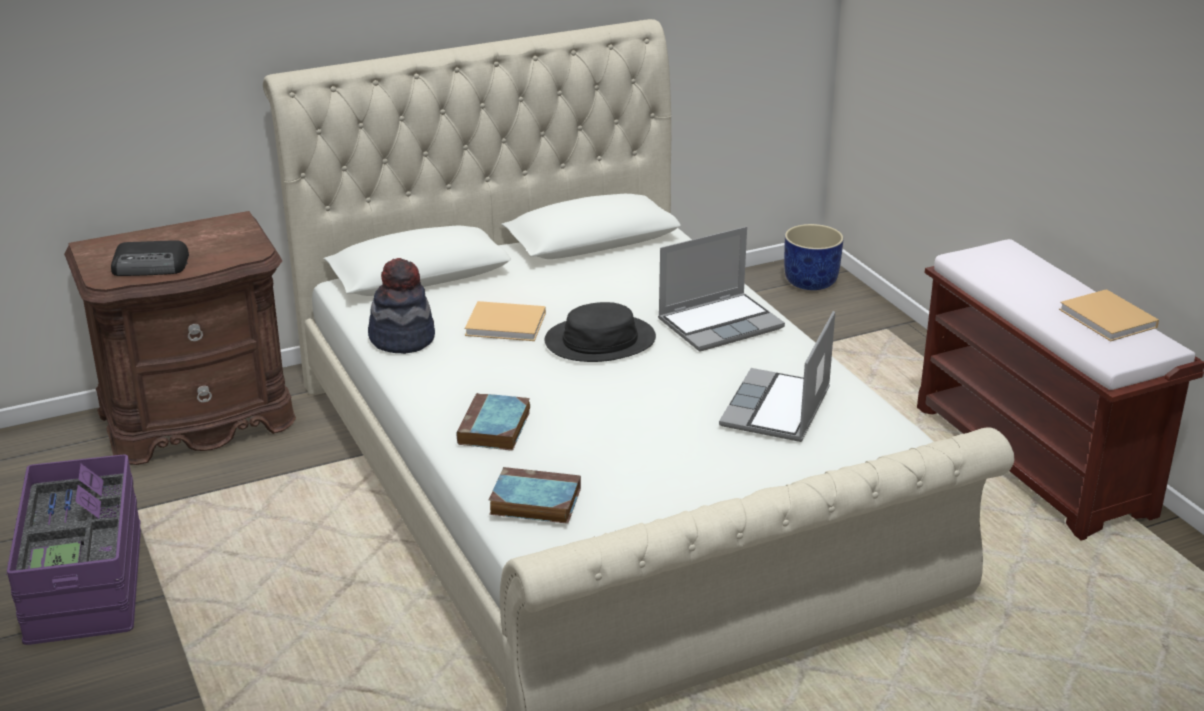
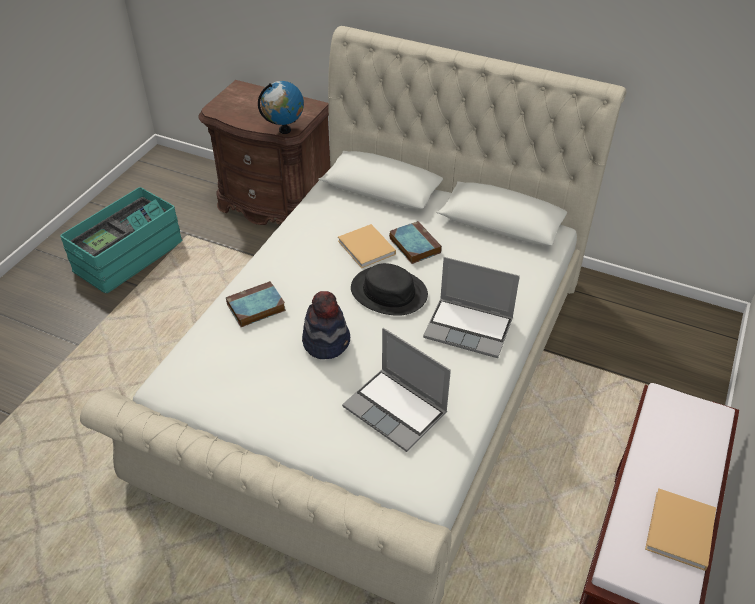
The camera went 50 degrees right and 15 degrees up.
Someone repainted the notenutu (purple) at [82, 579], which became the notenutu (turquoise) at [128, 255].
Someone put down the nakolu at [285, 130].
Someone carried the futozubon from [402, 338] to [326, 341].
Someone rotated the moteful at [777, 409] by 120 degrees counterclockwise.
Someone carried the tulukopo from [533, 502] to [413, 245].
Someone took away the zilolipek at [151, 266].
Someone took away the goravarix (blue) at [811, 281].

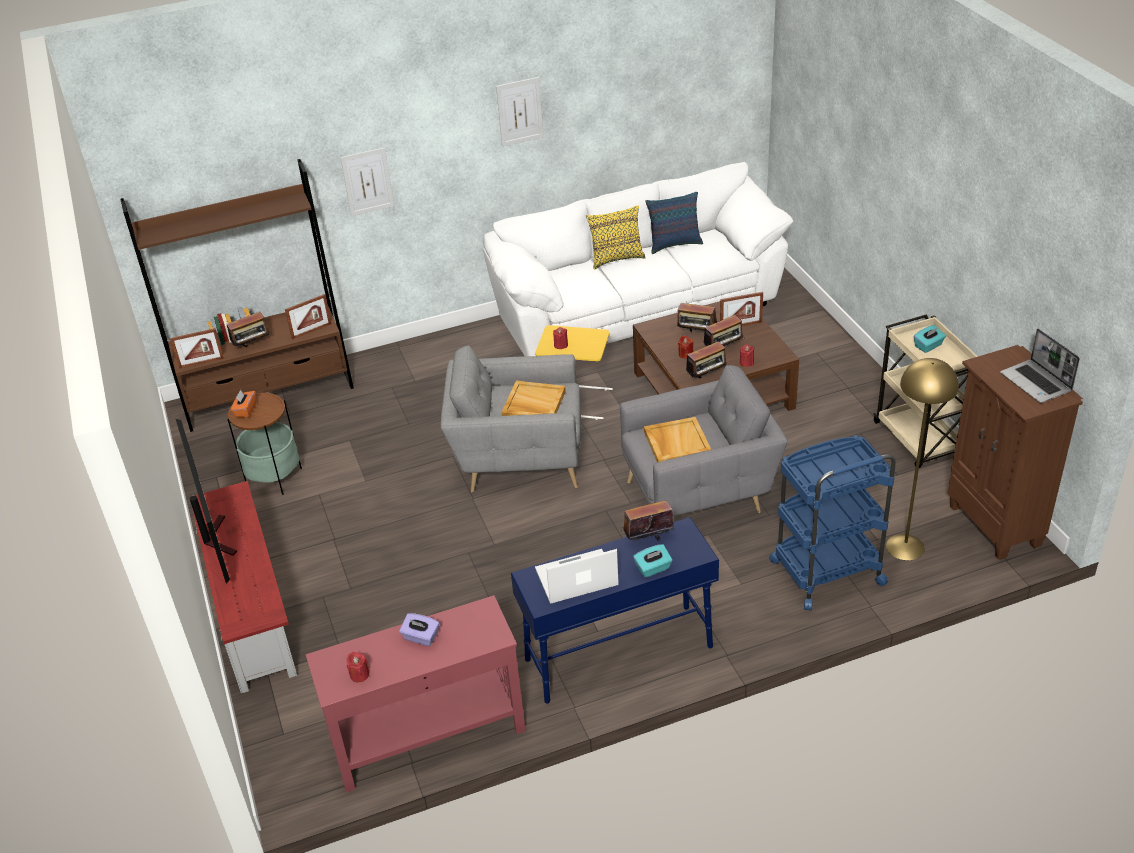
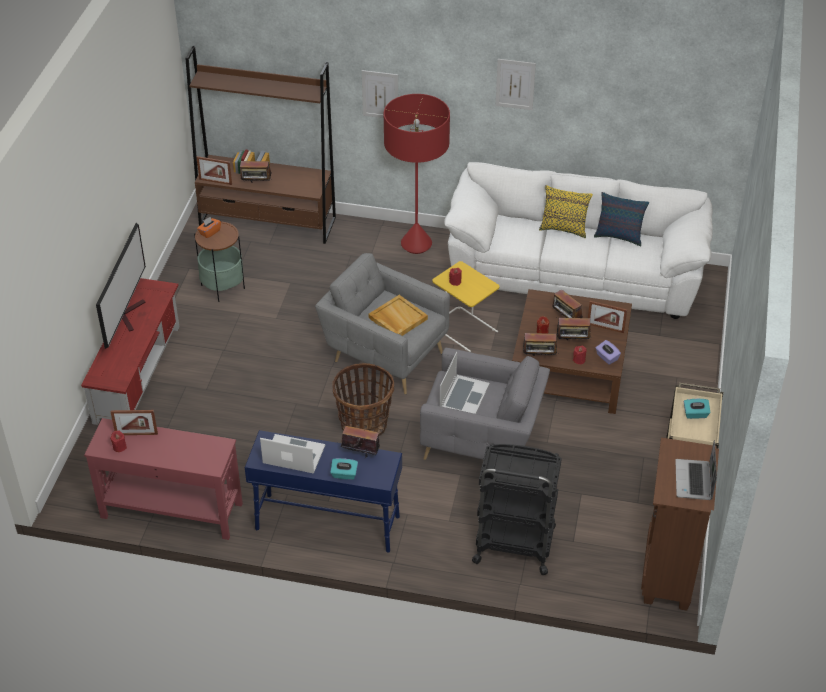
The camera went 30 degrees right and 5 degrees up.
Someone carried the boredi from [311, 331] to [136, 434].
Someone put down the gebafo at [364, 425].
Someone put down the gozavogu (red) at [416, 246].
Someone swapped the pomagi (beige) at [676, 443] for the moteful at [463, 396].
Someone repainted the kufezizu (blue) at [827, 571], which became the kufezizu (black) at [514, 544].
Someone carried the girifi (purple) from [421, 637] to [607, 357].
Someone took away the gozavogu (yellow) at [905, 547].

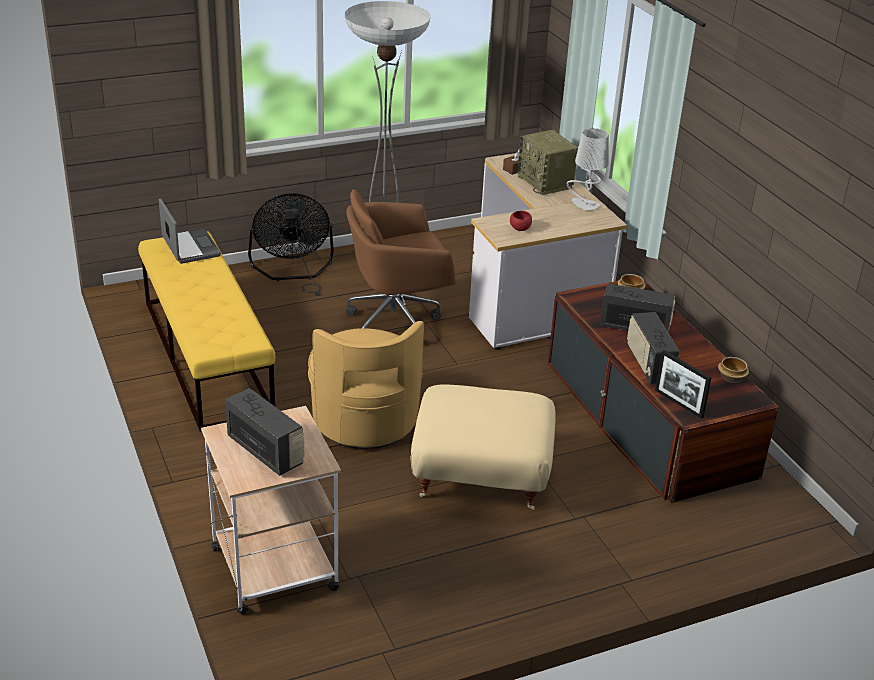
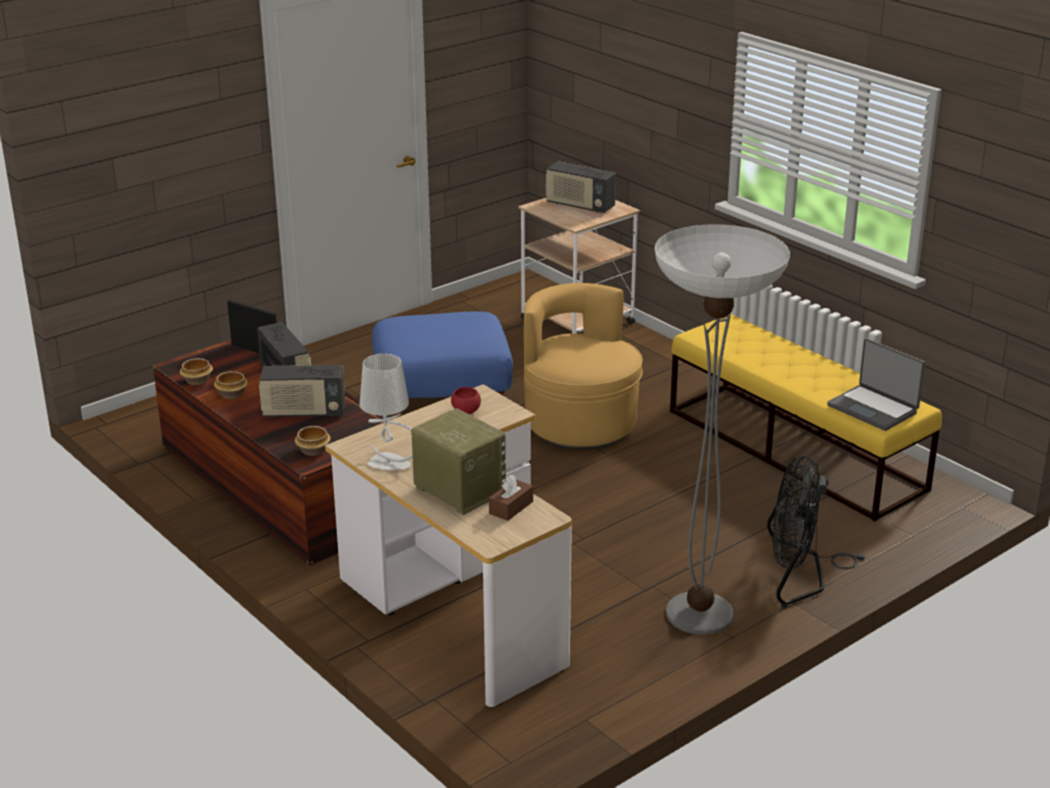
The camera went 165 degrees right and 5 degrees down.
Someone put down the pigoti at [231, 394].
Someone repainted the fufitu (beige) at [480, 478], which became the fufitu (blue) at [443, 399].
Someone rotated the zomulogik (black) at [296, 273] by 120 degrees clockwise.
Someone took away the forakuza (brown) at [397, 323].

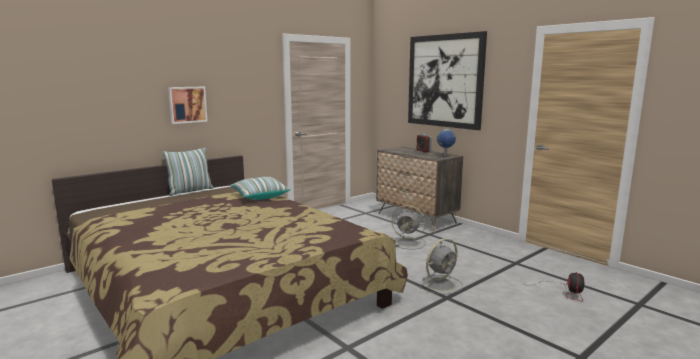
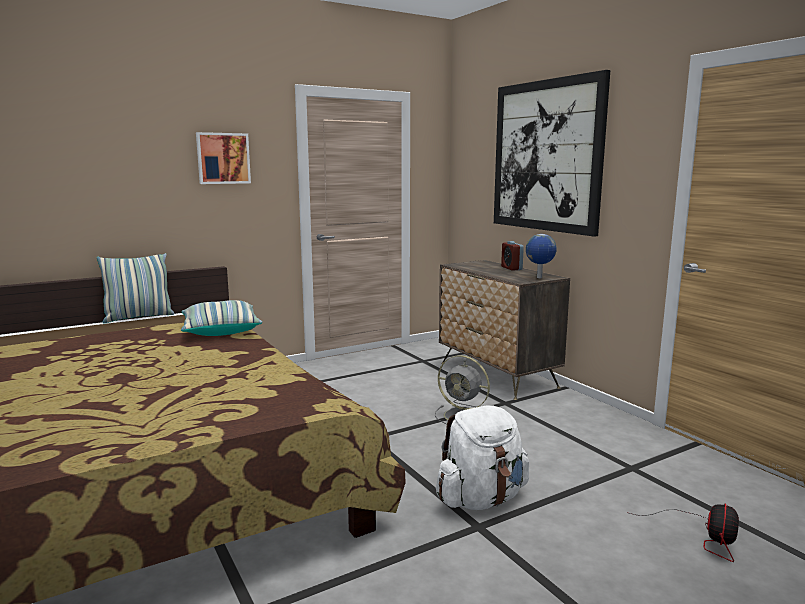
The camera went 10 degrees right and 0 degrees up.
Someone carried the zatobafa from [187, 104] to [223, 158].
Someone swapped the zomulogik (grey) at [441, 284] for the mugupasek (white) at [481, 499].

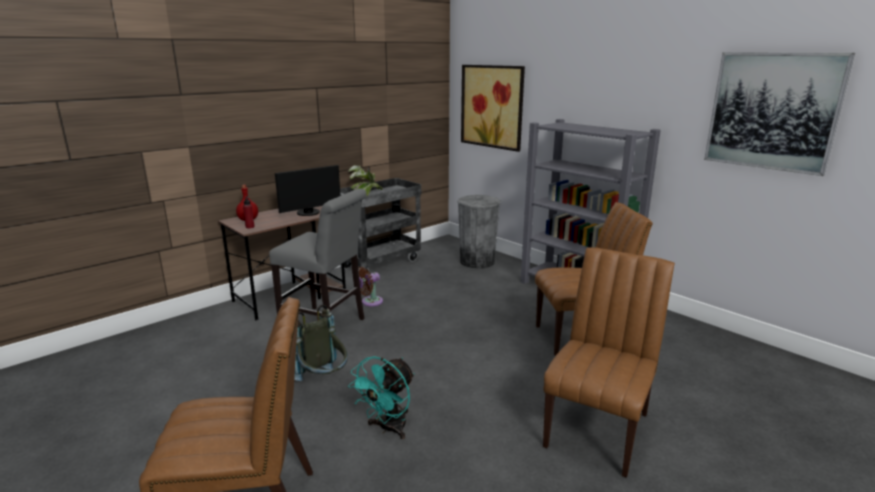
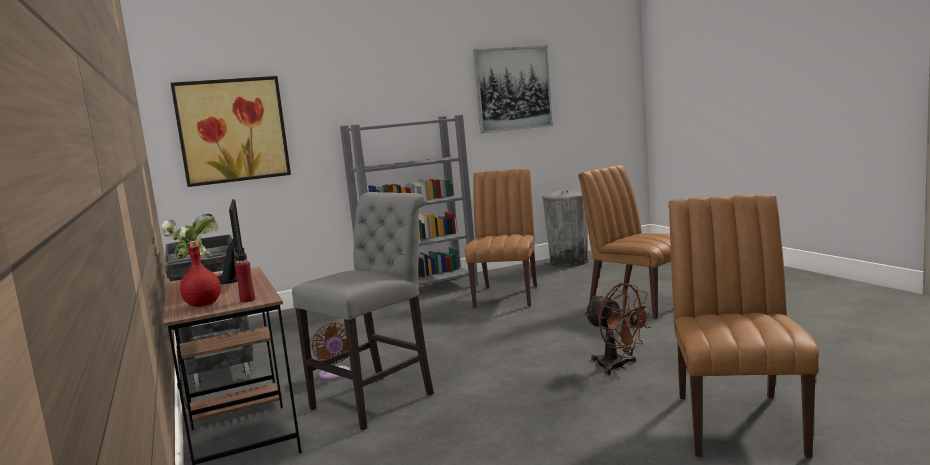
The camera went 70 degrees left and 10 degrees down.
Someone carried the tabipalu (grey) from [477, 261] to [569, 262].
Someone repainted the zomulogik (turquoise) at [388, 428], which became the zomulogik (brown) at [618, 367].
Someone took away the mugupasek (grey) at [323, 381].

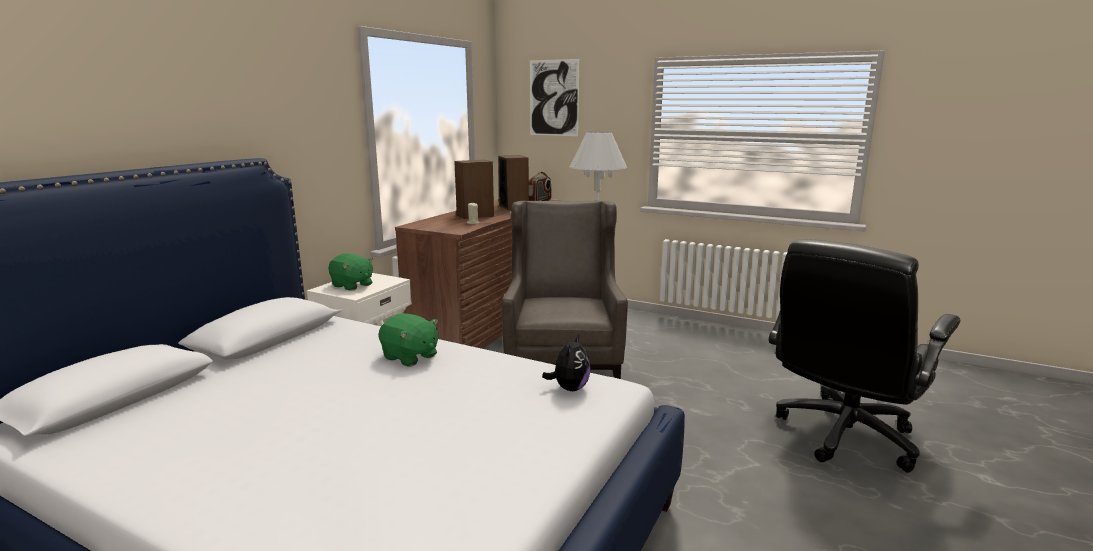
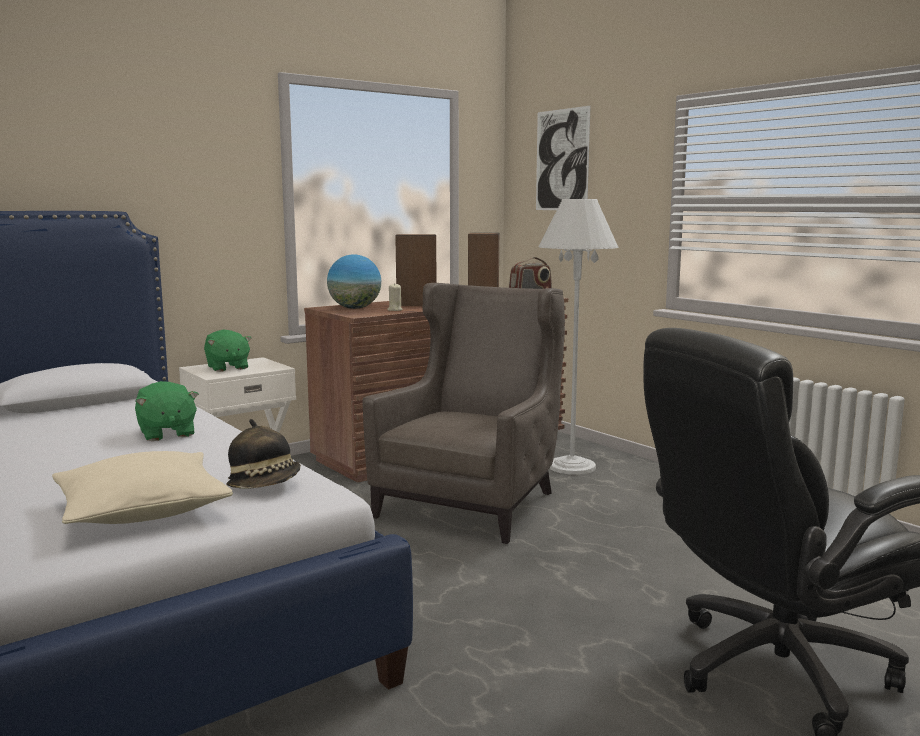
The camera went 25 degrees right and 5 degrees down.
Someone put down the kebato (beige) at [142, 510].
Someone swapped the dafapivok at [569, 388] for the futozubon at [265, 485].
Someone put down the nakolu at [354, 308].

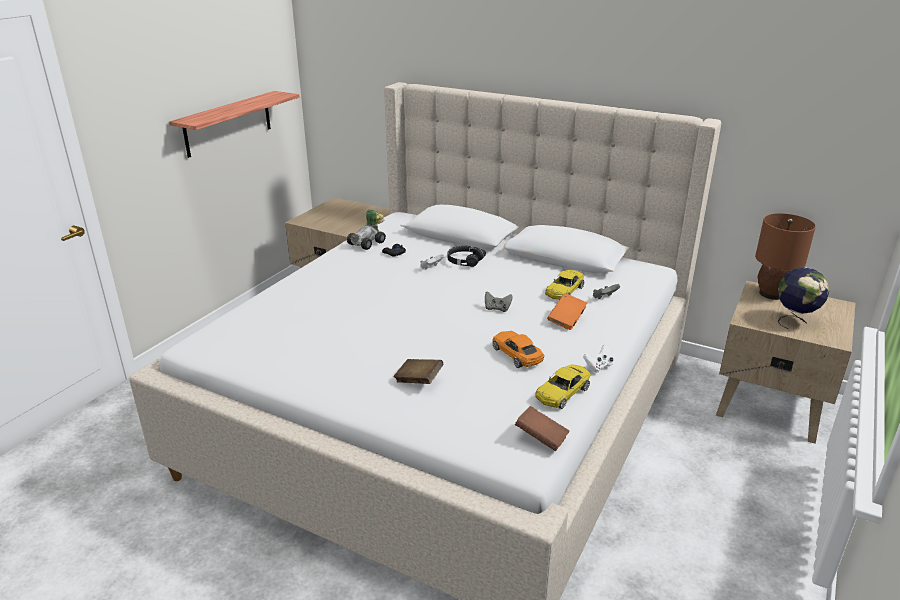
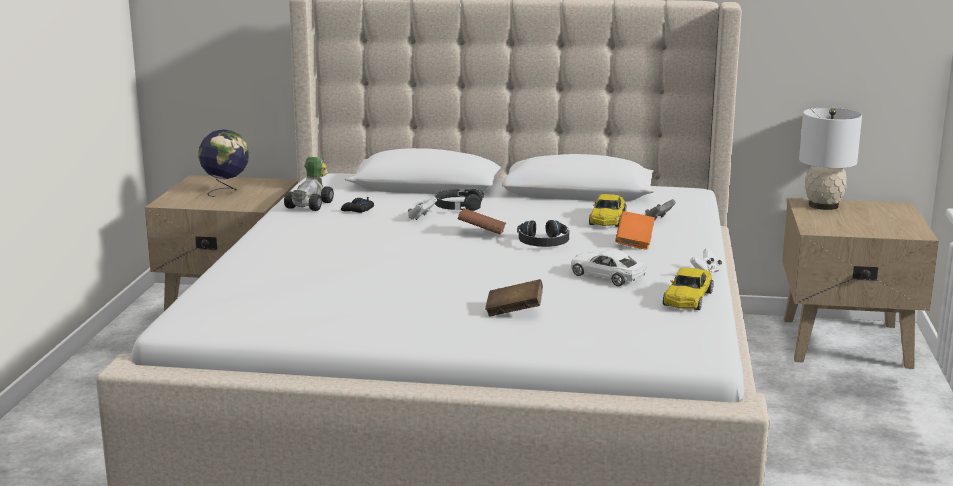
The camera went 20 degrees left and 10 degrees down.
Someone carried the nakolu from [794, 321] to [226, 191].
Someone carried the tulukopo (brown) from [541, 438] to [481, 233].
Someone swapped the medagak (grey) at [497, 308] for the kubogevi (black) at [543, 243].
Someone repainted the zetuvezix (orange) at [517, 355], which became the zetuvezix (white) at [607, 276].
Someone repainted the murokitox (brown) at [771, 294], which became the murokitox (white) at [823, 205].
Someone took away the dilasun at [228, 123].

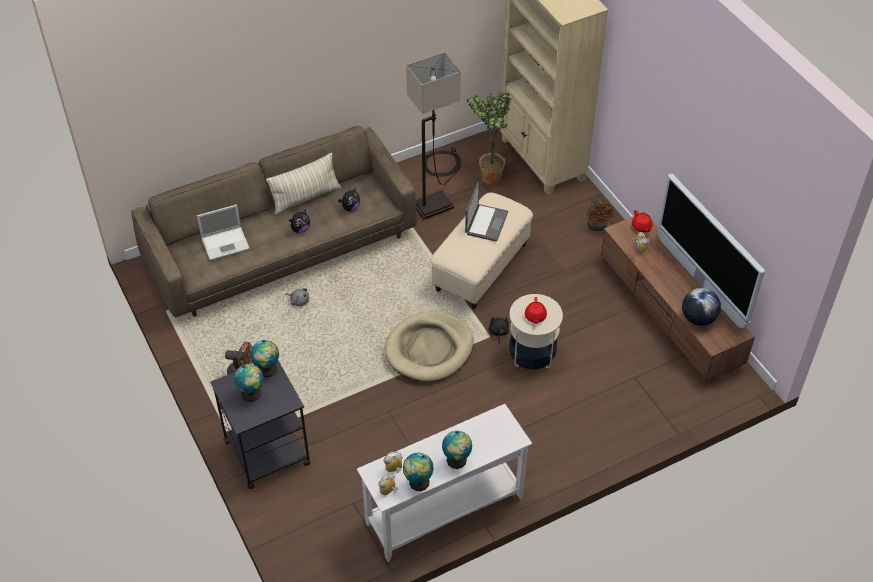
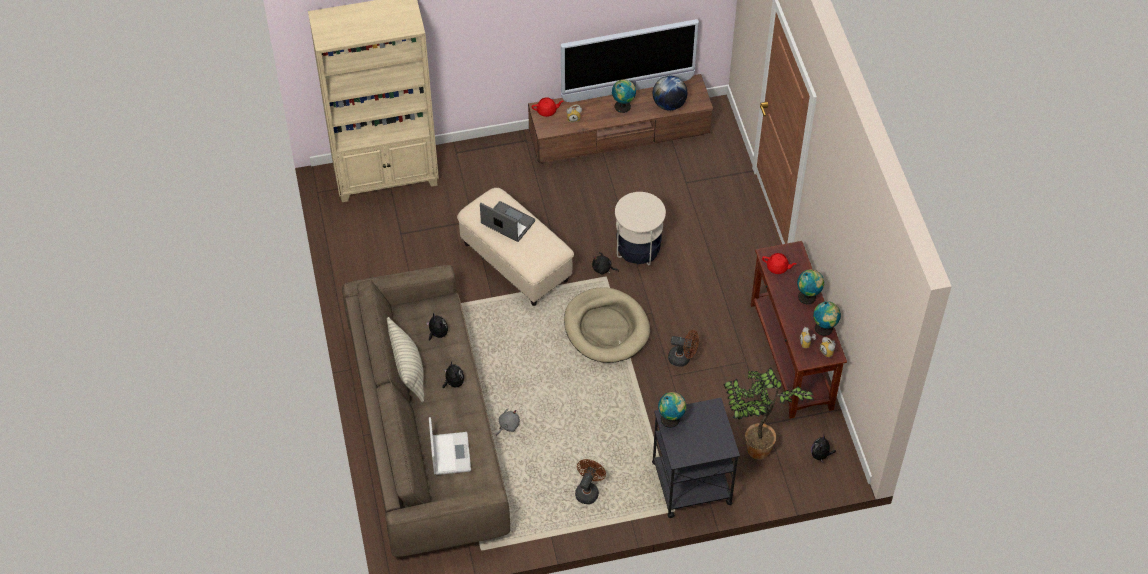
The camera went 75 degrees left and 5 degrees up.
Someone carried the nakolu from [252, 394] to [623, 106].
Someone carried the zomulogik (brown) from [597, 227] to [683, 358].
Someone carried the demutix from [490, 175] to [754, 450].
Someone repainted the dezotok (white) at [444, 511], which became the dezotok (brown) at [791, 357].
Someone carried the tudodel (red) from [535, 317] to [777, 267].
Someone put down the dafapivok at [820, 455].
Someone took away the gozavogu at [438, 183].

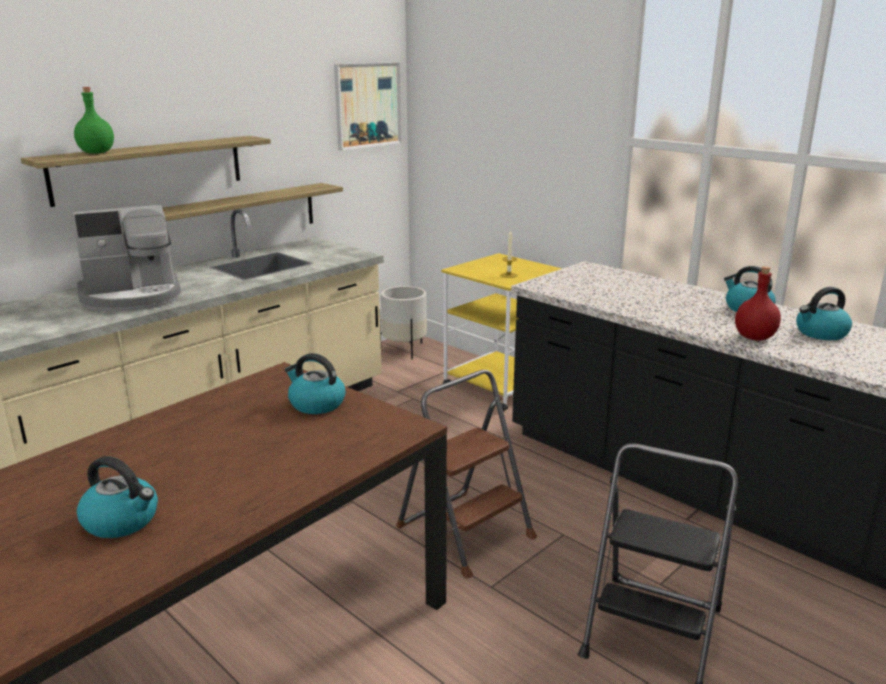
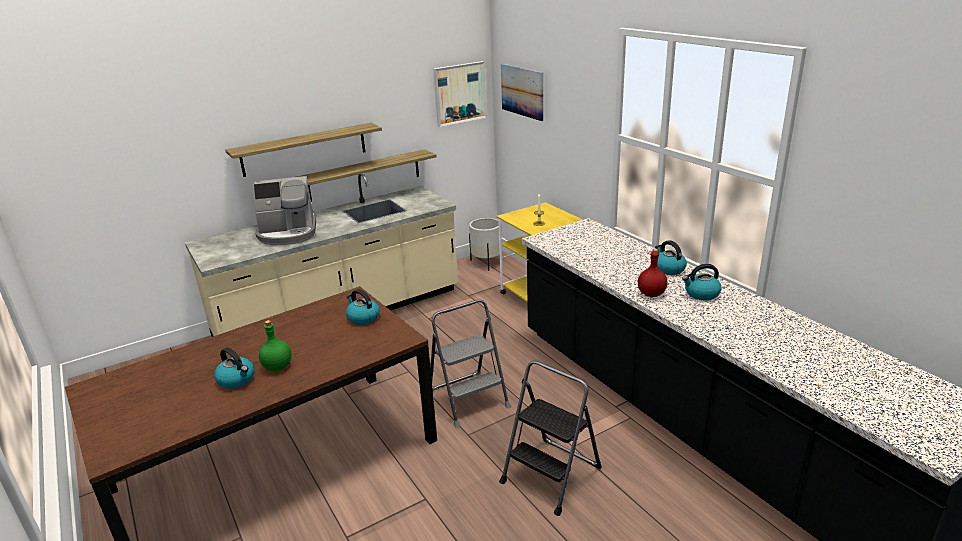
The camera went 15 degrees right and 5 degrees up.
Someone carried the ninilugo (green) from [96, 153] to [277, 367].
Someone repainted the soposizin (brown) at [462, 529], which became the soposizin (grey) at [467, 396].
Someone put up the zatobafa at [522, 91].

